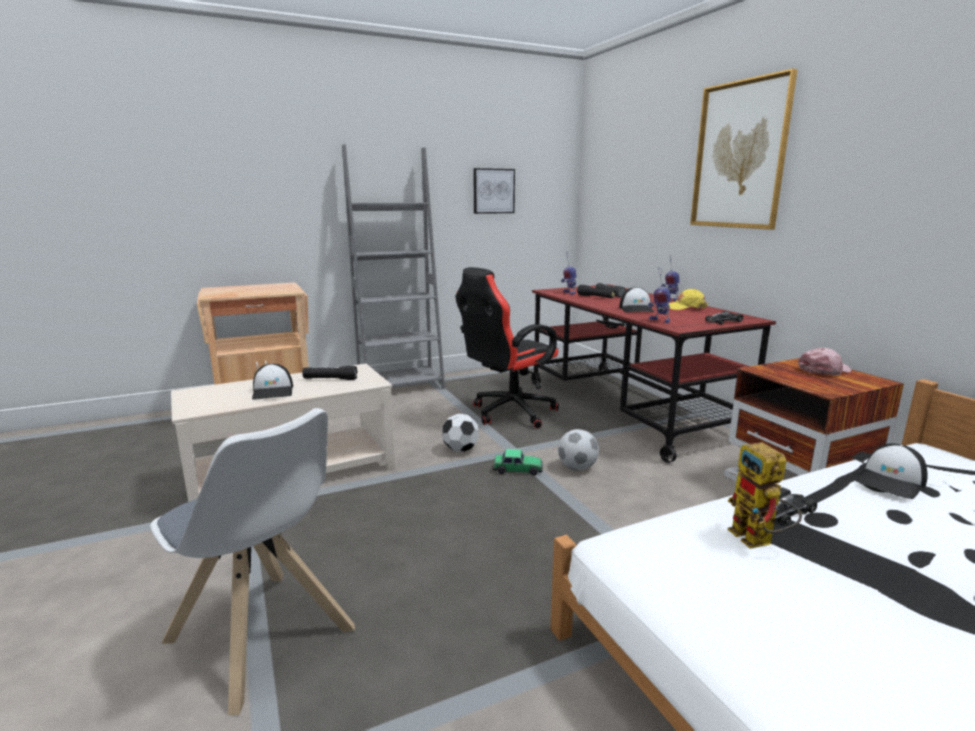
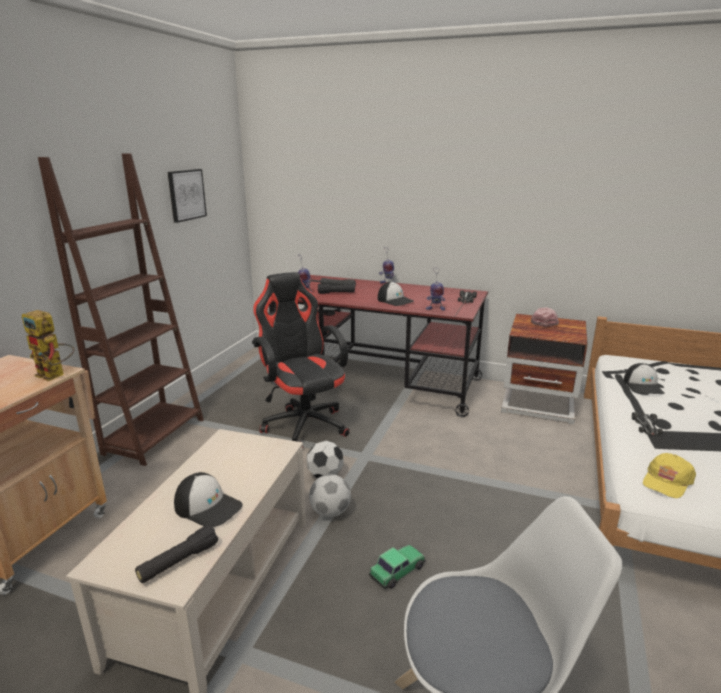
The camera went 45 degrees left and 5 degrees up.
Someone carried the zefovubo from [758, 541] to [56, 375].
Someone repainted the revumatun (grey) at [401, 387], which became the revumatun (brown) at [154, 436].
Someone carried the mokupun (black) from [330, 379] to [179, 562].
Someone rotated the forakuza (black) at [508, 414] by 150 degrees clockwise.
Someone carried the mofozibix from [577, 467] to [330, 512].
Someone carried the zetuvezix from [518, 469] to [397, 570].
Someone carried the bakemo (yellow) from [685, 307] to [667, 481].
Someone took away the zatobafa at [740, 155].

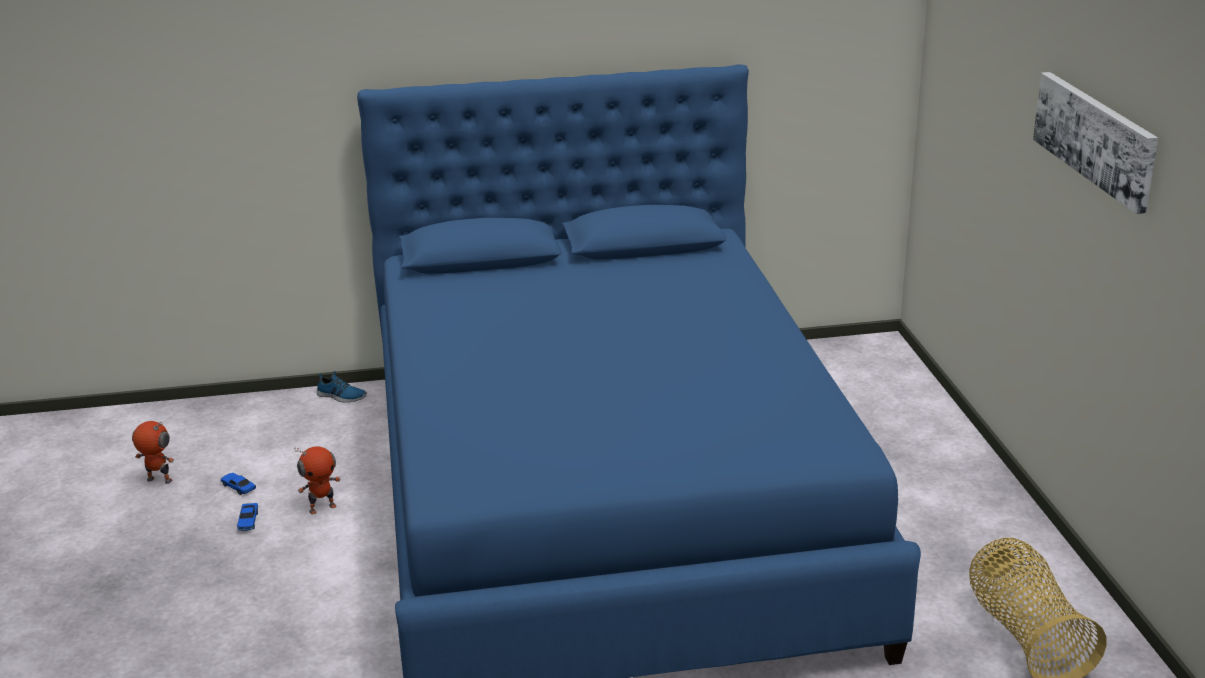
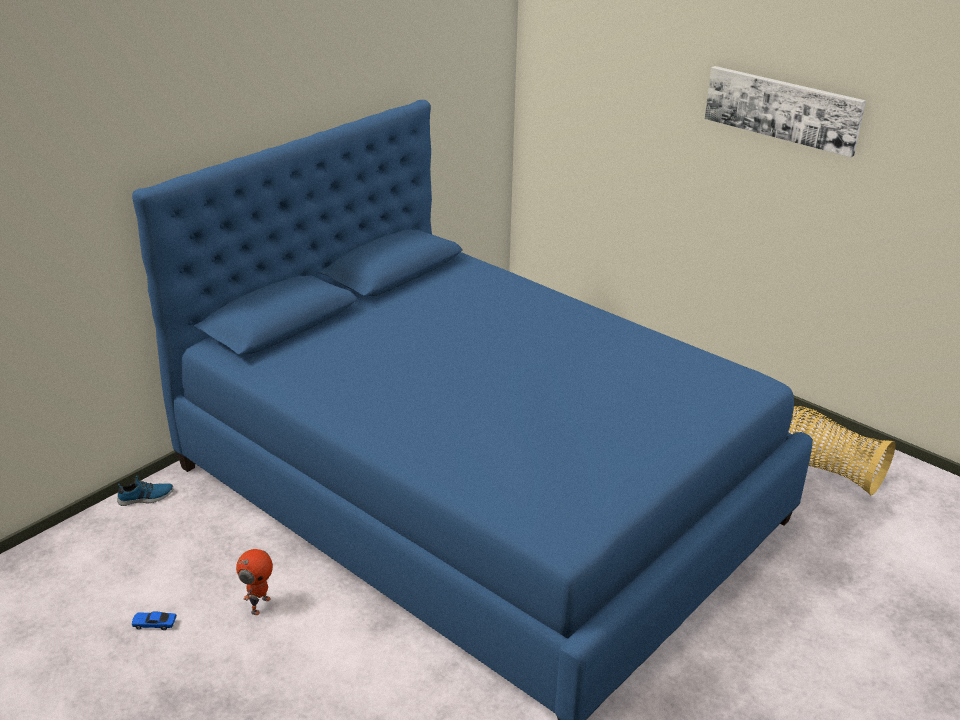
The camera went 40 degrees left and 5 degrees up.
Someone took away the zefovubo at [158, 481].
Someone took away the zetuvezix at [248, 521].

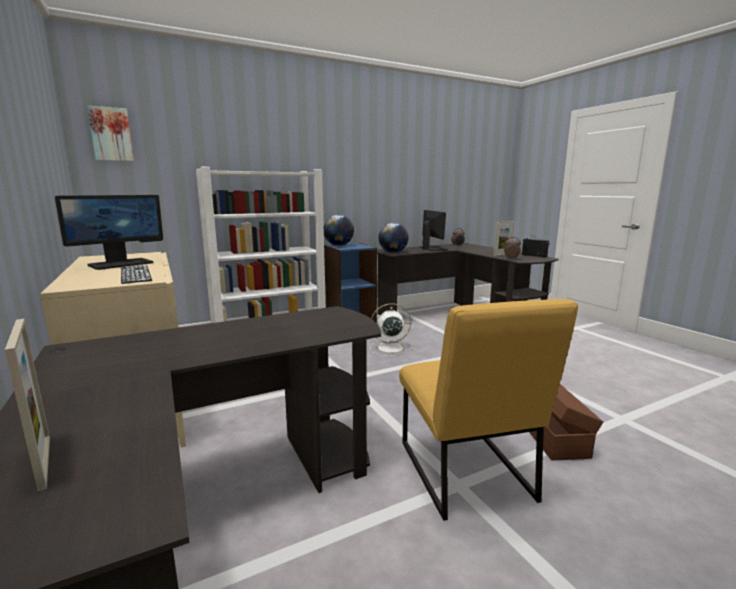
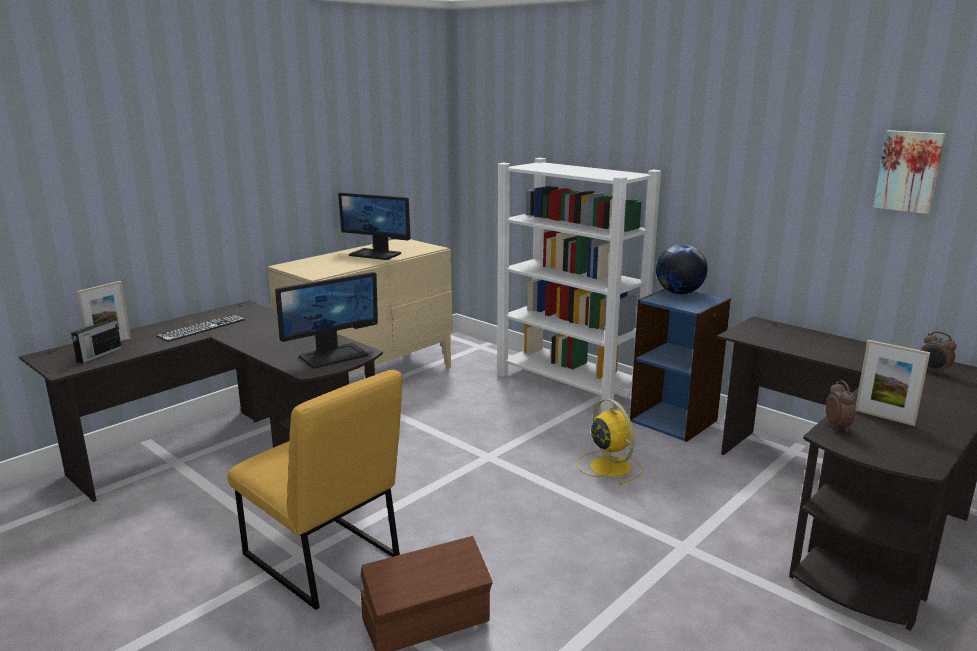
The camera went 70 degrees right and 5 degrees up.
Someone carried the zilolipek from [534, 256] to [98, 355].
Someone carried the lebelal from [135, 274] to [202, 328].
Someone rotated the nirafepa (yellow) at [465, 472] by 105 degrees counterclockwise.
Someone carried the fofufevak from [432, 248] to [333, 355].
Someone repainted the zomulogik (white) at [389, 348], which became the zomulogik (yellow) at [609, 466].
Someone carried the zatobafa from [111, 134] to [909, 171].
Someone took away the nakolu at [393, 252].

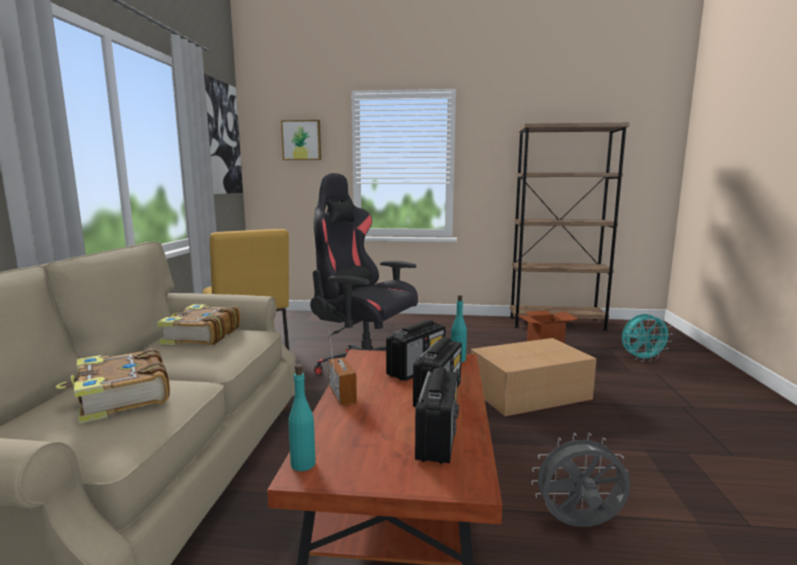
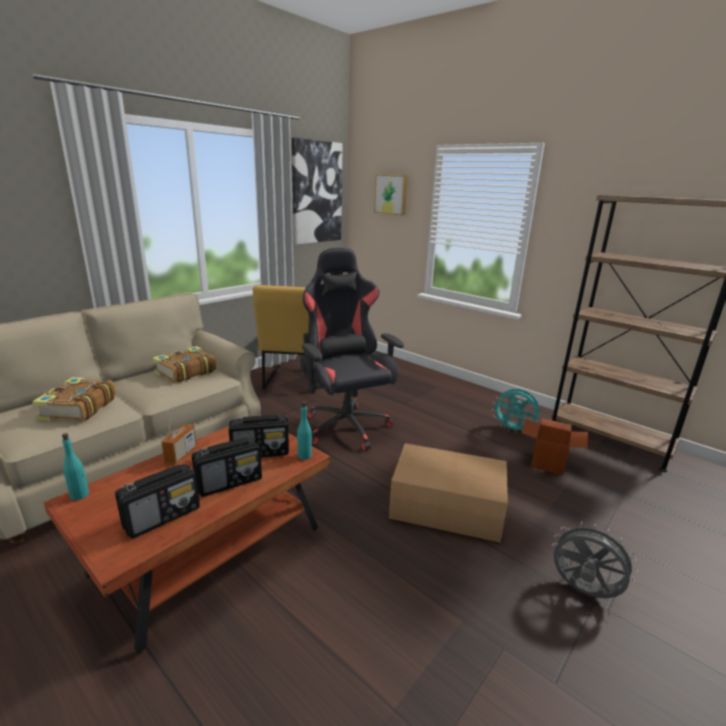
The camera went 35 degrees right and 10 degrees up.
Someone carried the zomulogik (turquoise) from [642, 359] to [513, 429].
Someone carried the zomulogik (grey) from [578, 525] to [582, 591].

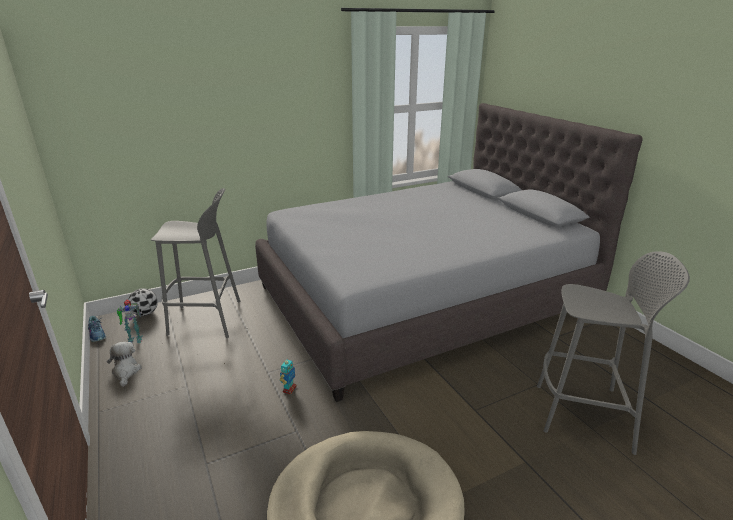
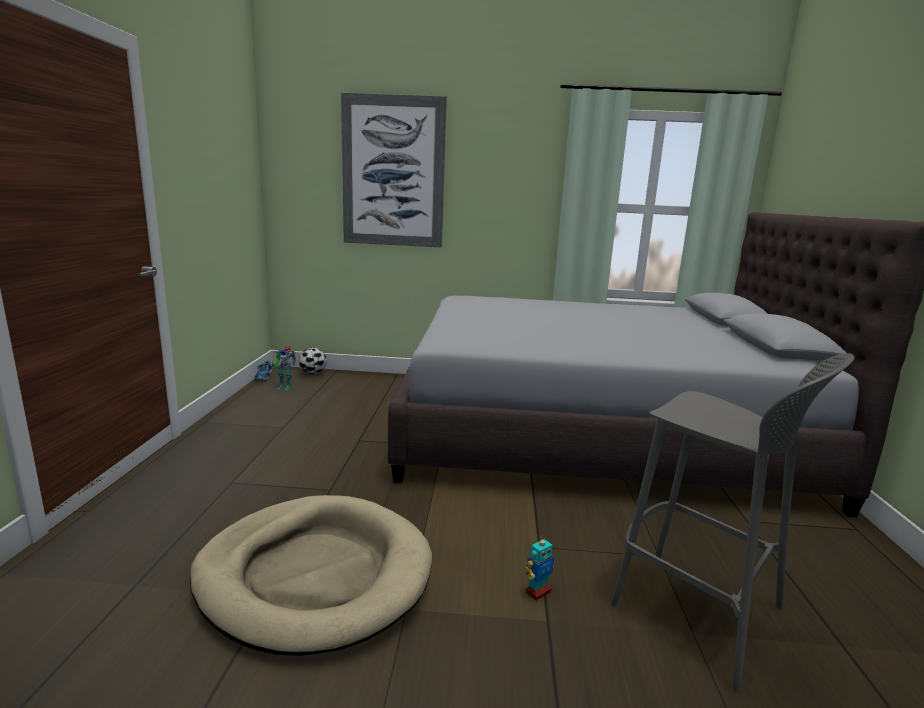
The camera went 30 degrees right and 10 degrees down.
Someone put up the zatobafa at [393, 172].
Someone carried the zefovubo from [289, 389] to [537, 591].
Someone took away the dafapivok at [126, 372].
Someone took away the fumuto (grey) at [207, 319].

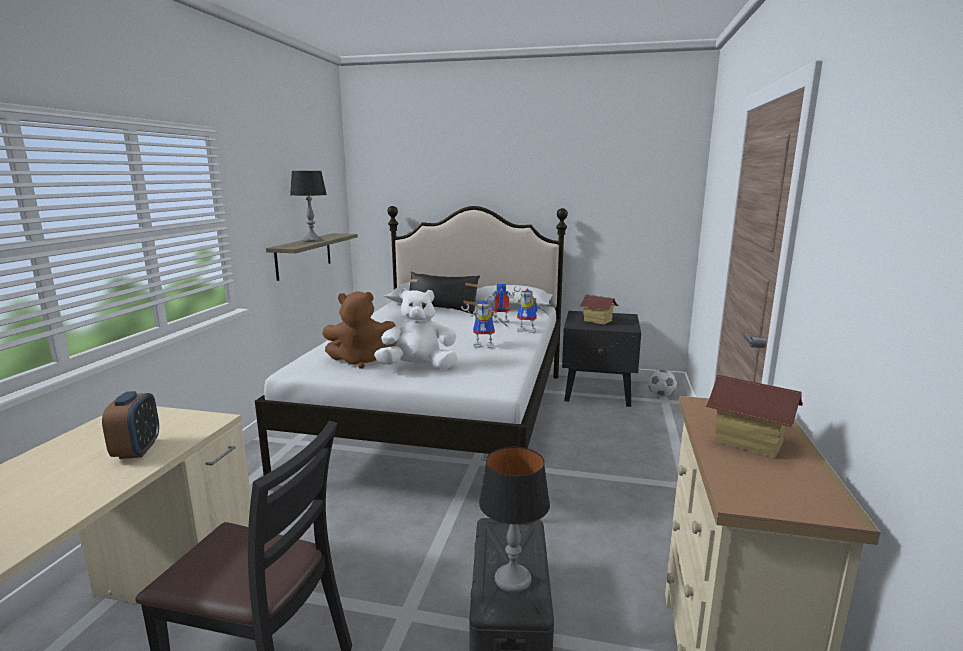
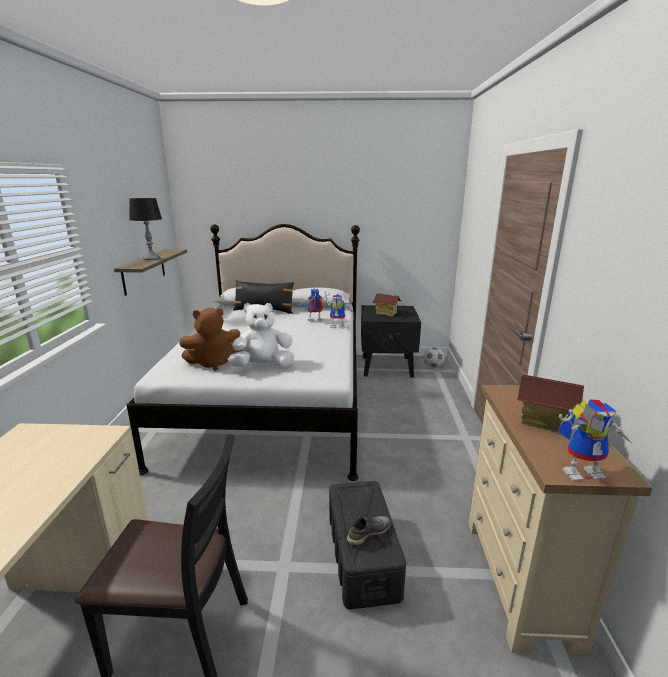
The camera went 10 degrees left and 5 degrees up.
Someone swapped the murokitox at [512, 579] for the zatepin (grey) at [368, 533].
Someone carried the zefovubo from [485, 345] to [582, 470].
Someone took away the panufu at [137, 450].

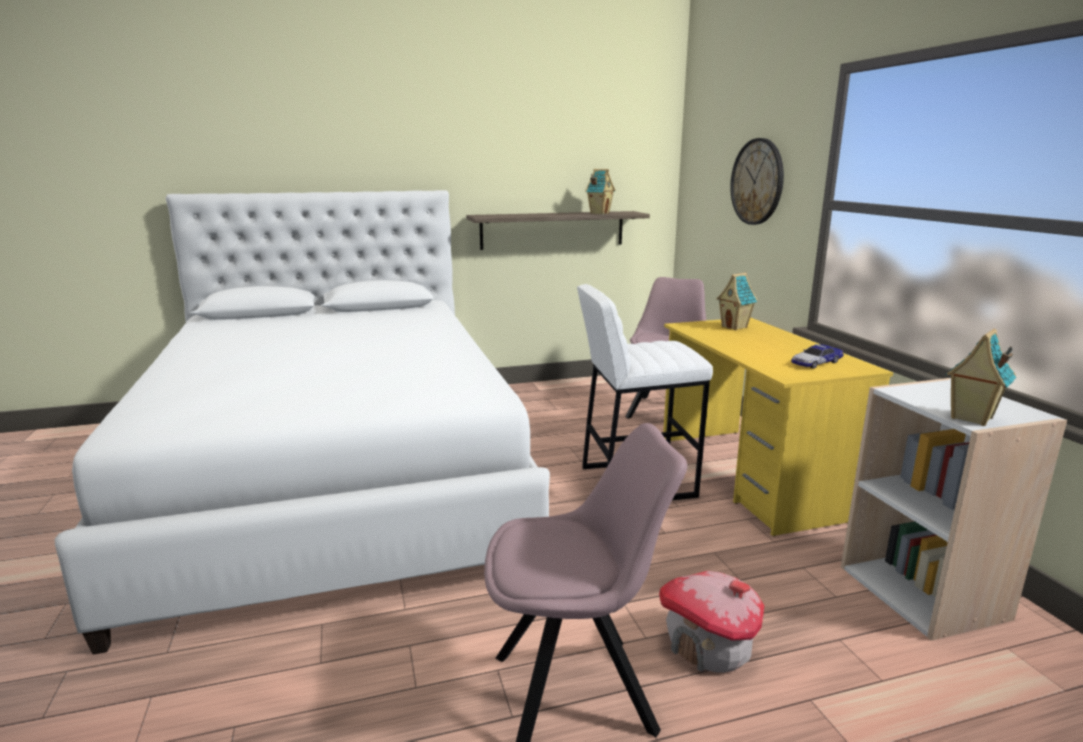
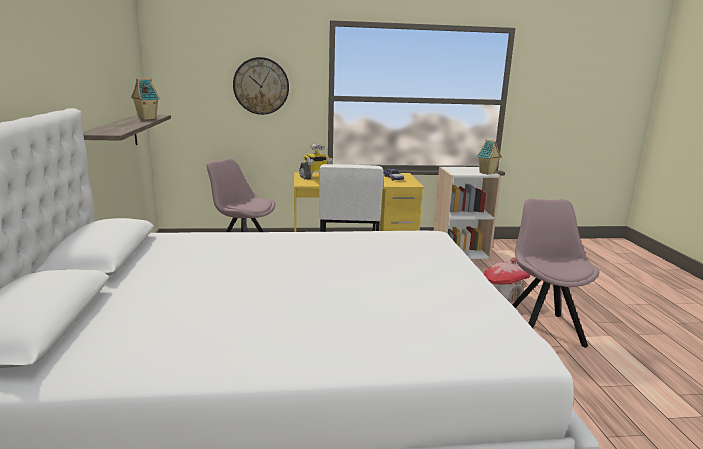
The camera went 80 degrees left and 0 degrees up.
Someone swapped the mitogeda at [735, 327] for the zefovubo at [316, 177].

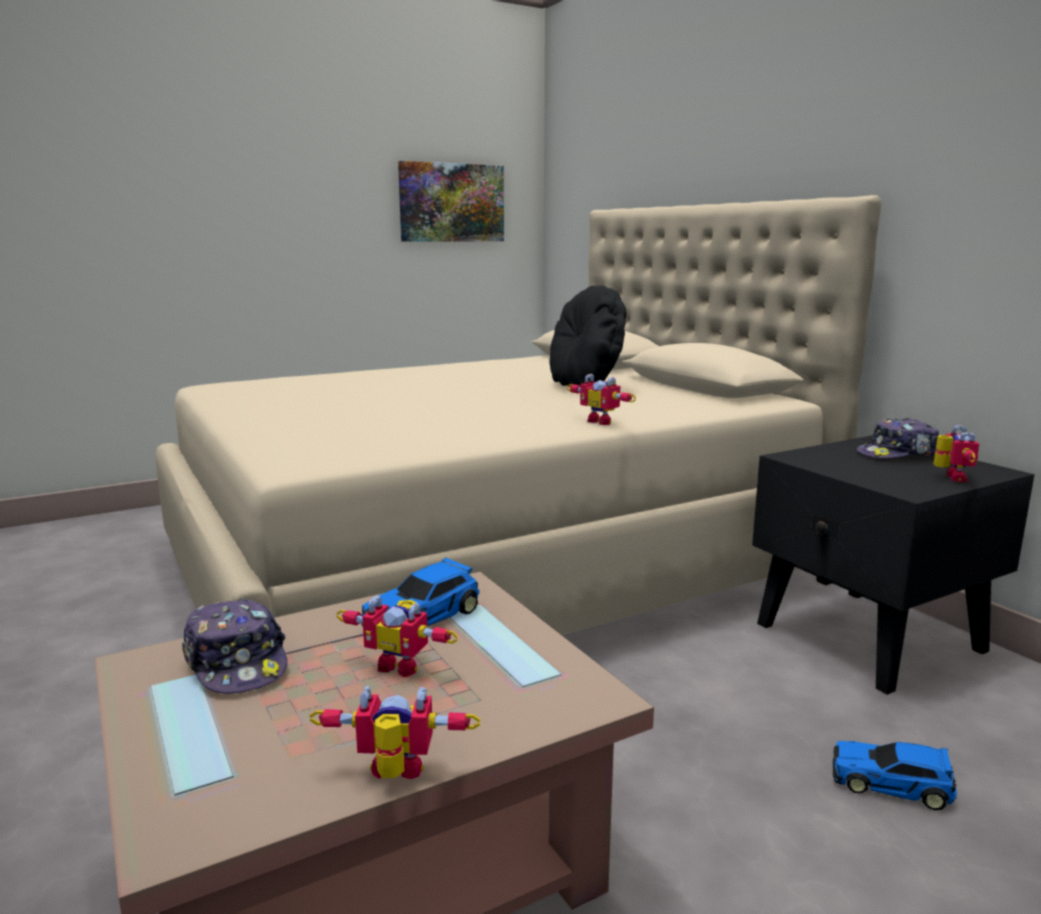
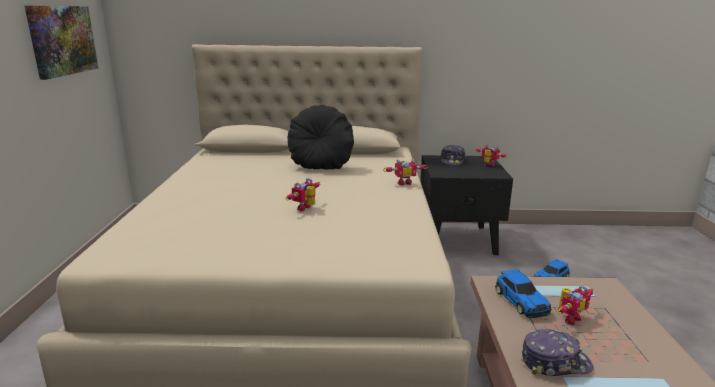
The camera went 60 degrees left and 5 degrees up.
Someone carried the zefovubo from [395, 777] to [306, 208].

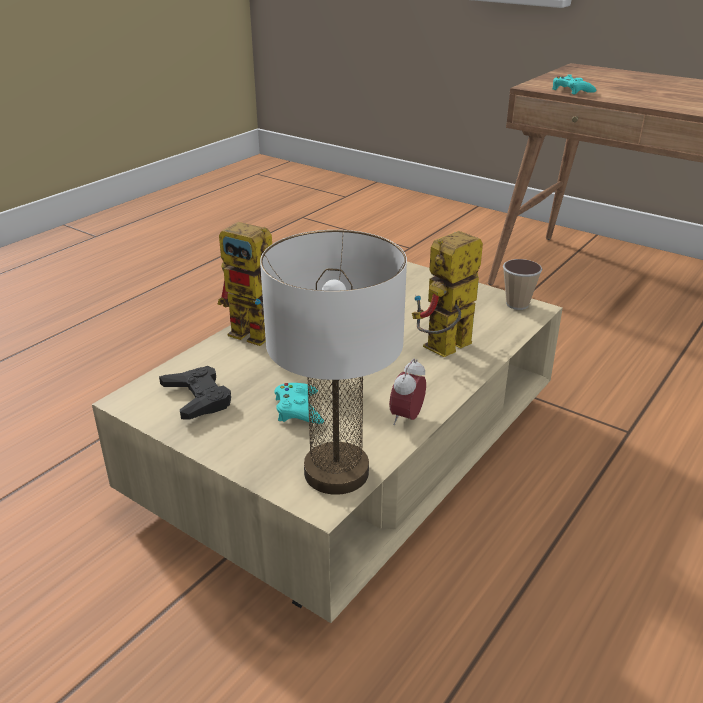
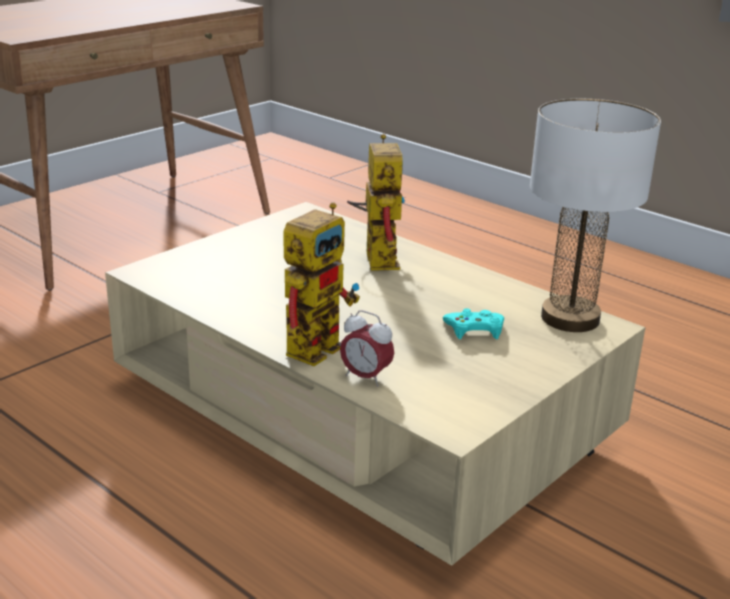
The camera went 85 degrees left and 5 degrees down.
Someone carried the panufu from [407, 418] to [365, 377].
Someone rotated the zefovubo at [444, 351] by 150 degrees counterclockwise.
Someone took away the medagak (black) at [197, 398].
Someone took away the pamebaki at [517, 304].
Someone took away the medagak (turquoise) at [571, 91].

